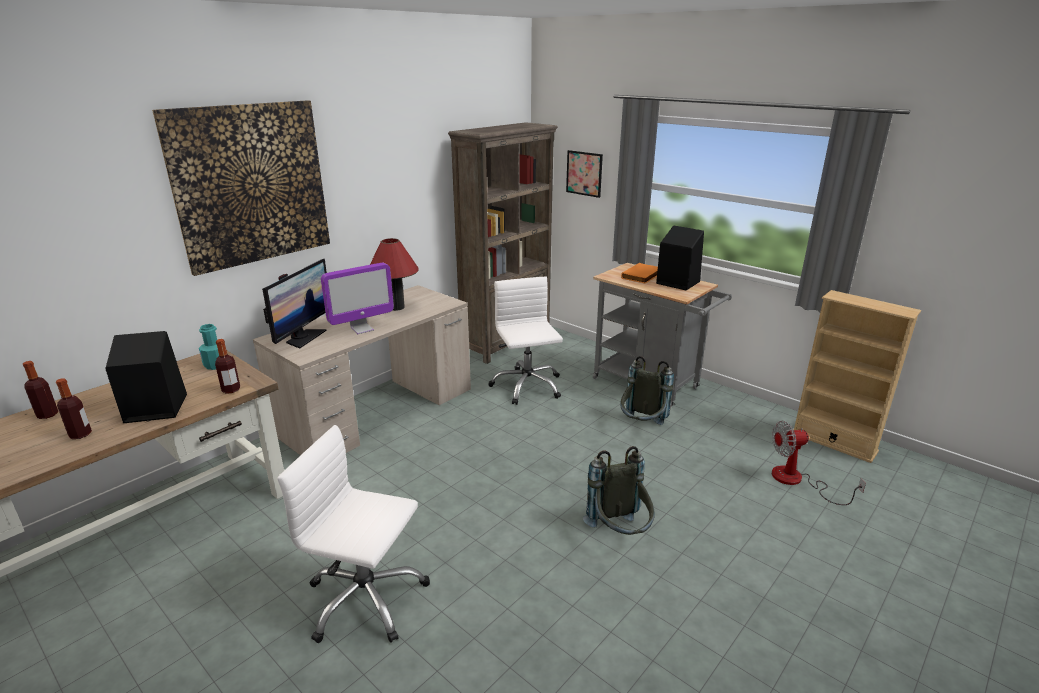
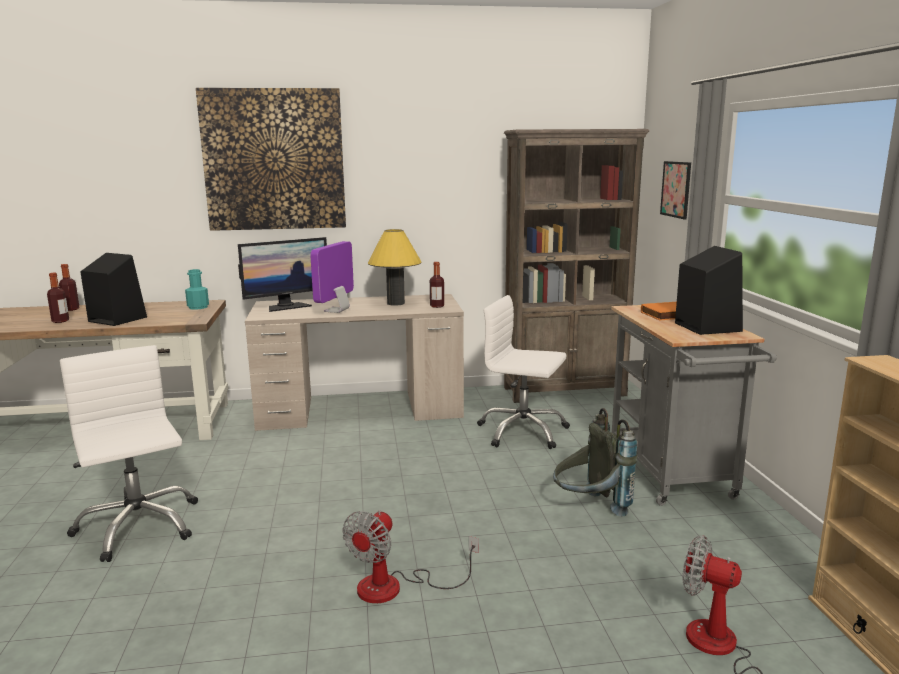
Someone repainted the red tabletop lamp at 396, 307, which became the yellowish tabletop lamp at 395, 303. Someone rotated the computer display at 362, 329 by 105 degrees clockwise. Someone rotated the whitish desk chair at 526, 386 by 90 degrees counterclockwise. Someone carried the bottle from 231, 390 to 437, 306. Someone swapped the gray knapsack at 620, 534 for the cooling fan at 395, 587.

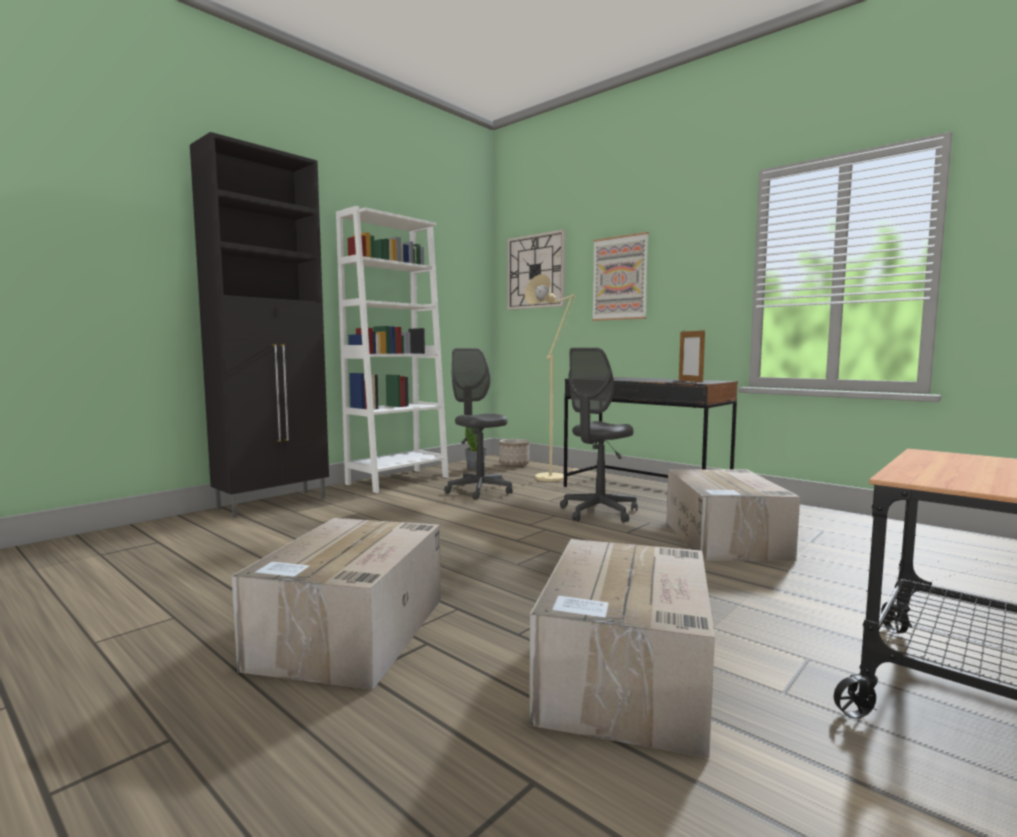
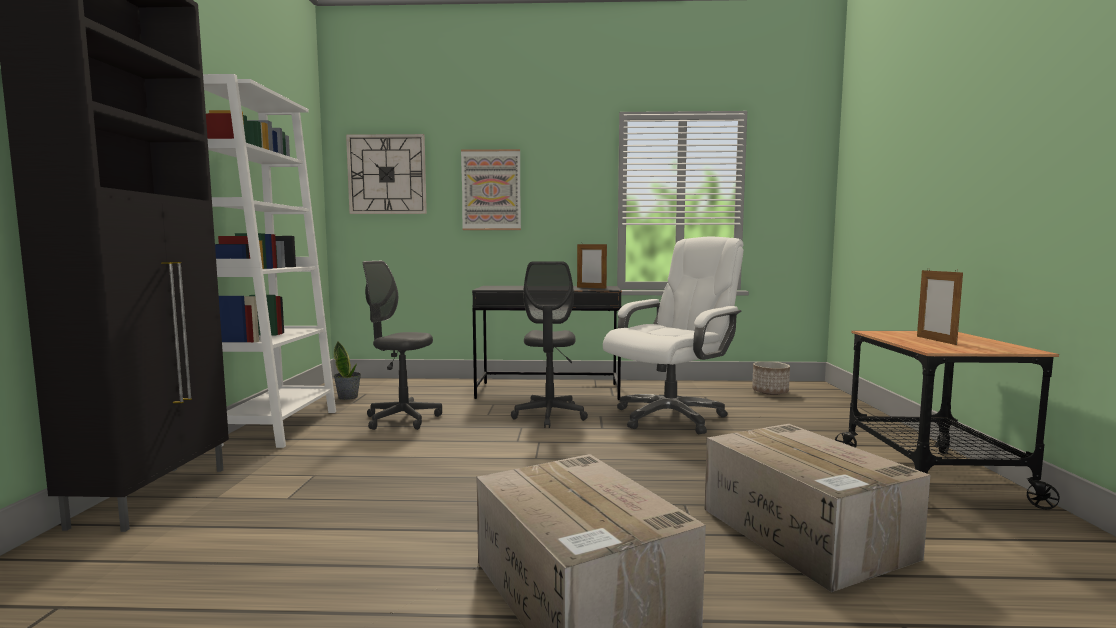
Someone took away the beige standard lamp at 553, 476. Someone carried the planter from 514, 465 to 770, 392. Someone swapped the carton at 725, 540 for the whitish desk chair at 670, 417. Someone put down the photo frame at 936, 340.

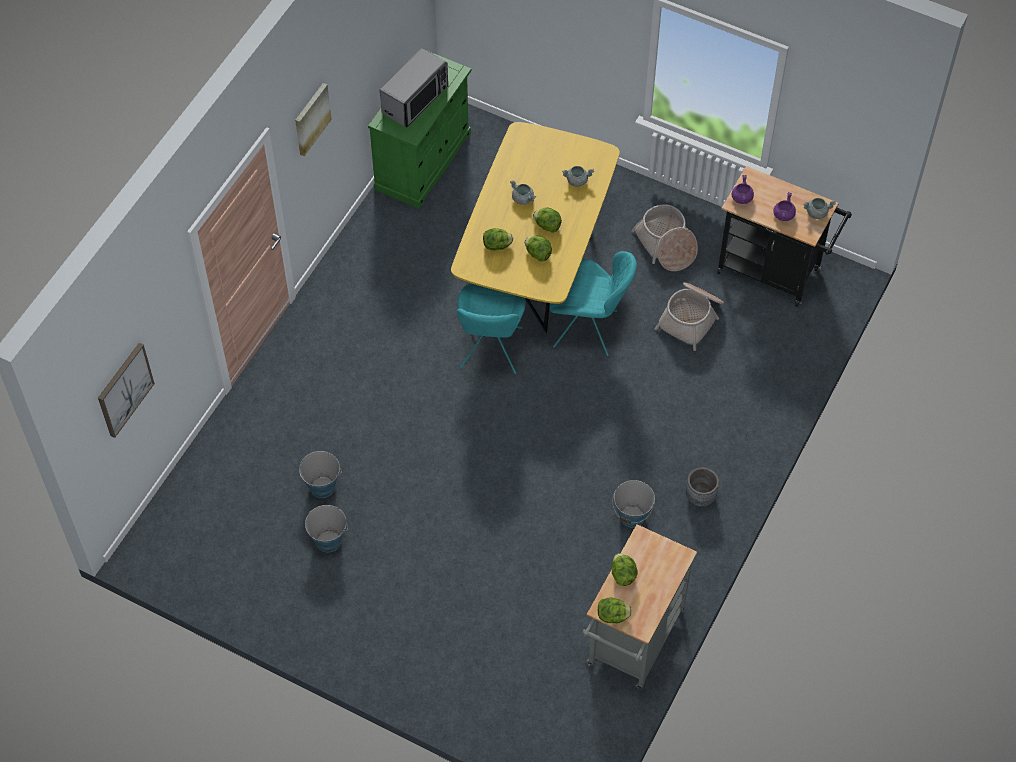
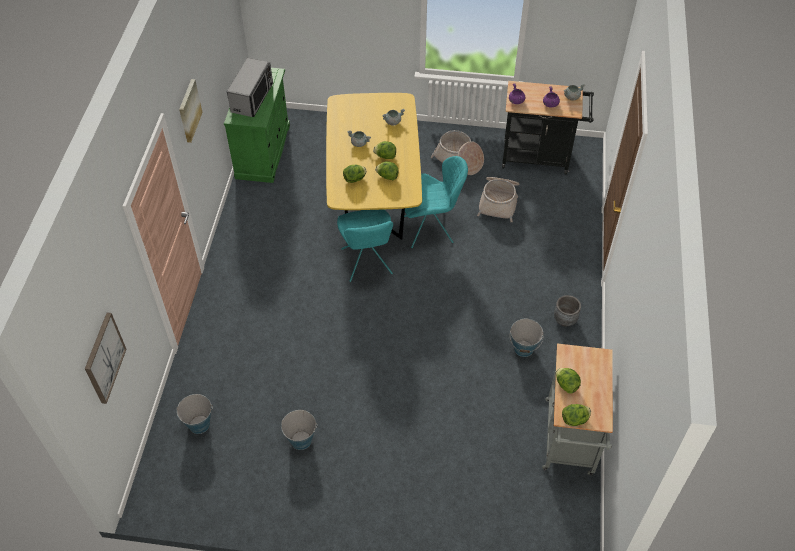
Someone carried the pail from 322, 487 to 199, 424.

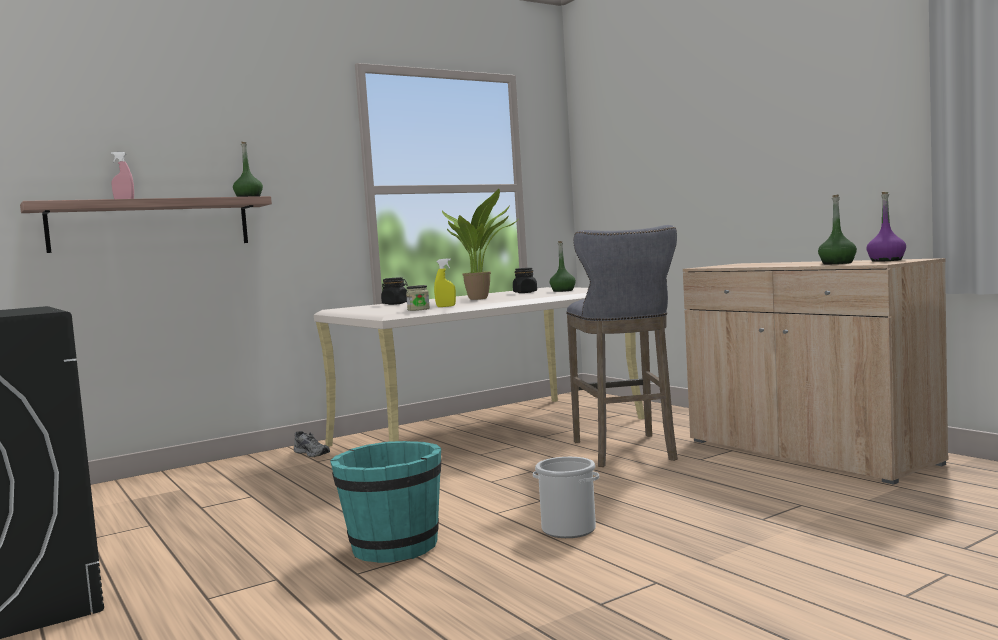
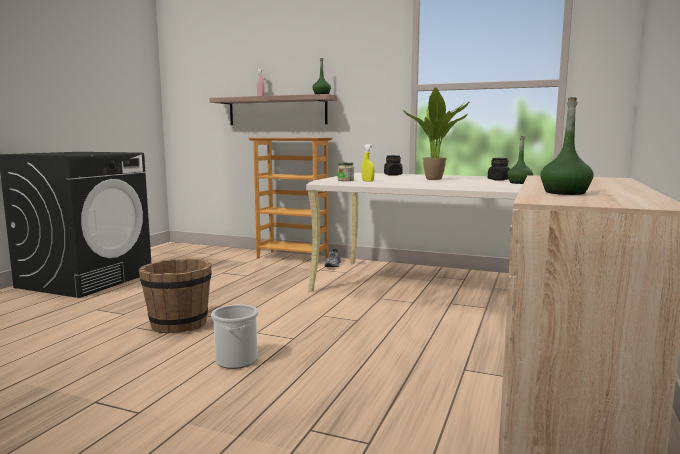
Someone took away the purple bottle at 886, 260. Someone took away the gray sitting stool at 626, 452. Someone repainted the turquoise-coloured pail at 393, 547, which became the brownish pail at 179, 324. Someone put down the bookshelf at 293, 257.

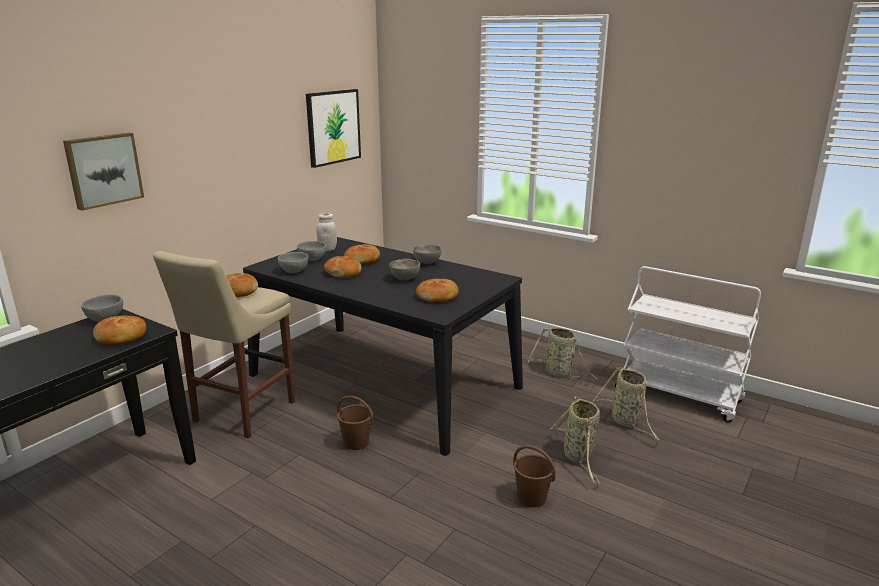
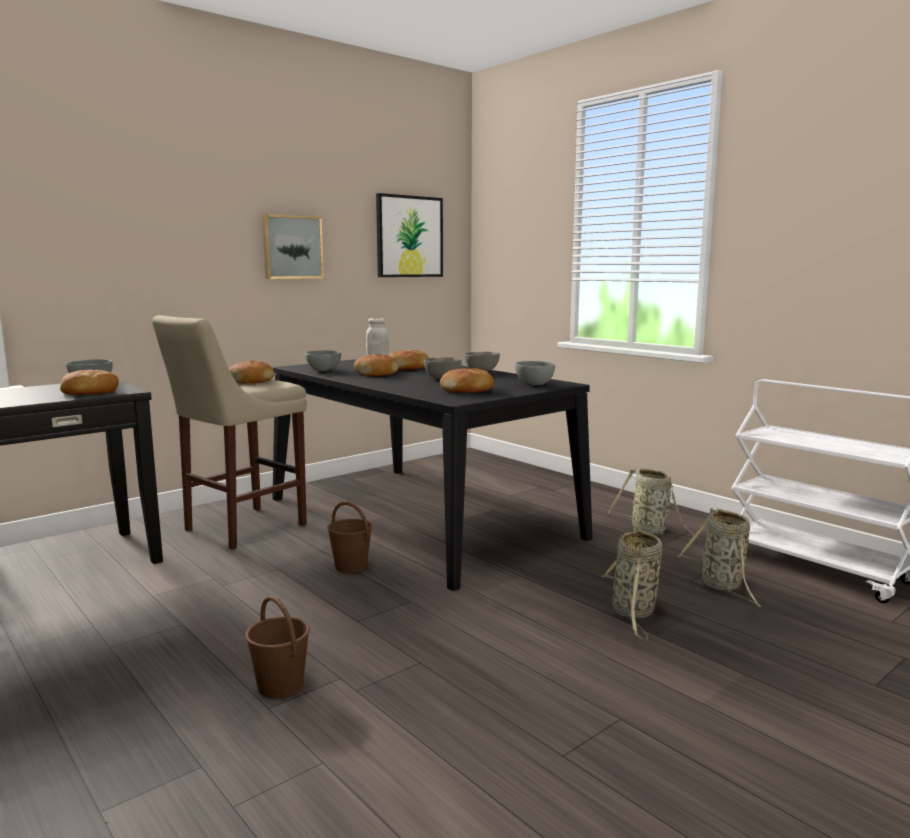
Someone carried the wall picture from 103, 170 to 292, 247. Someone carried the gray bowl from 312, 259 to 534, 384. Someone carried the brownish pail from 532, 498 to 281, 686.

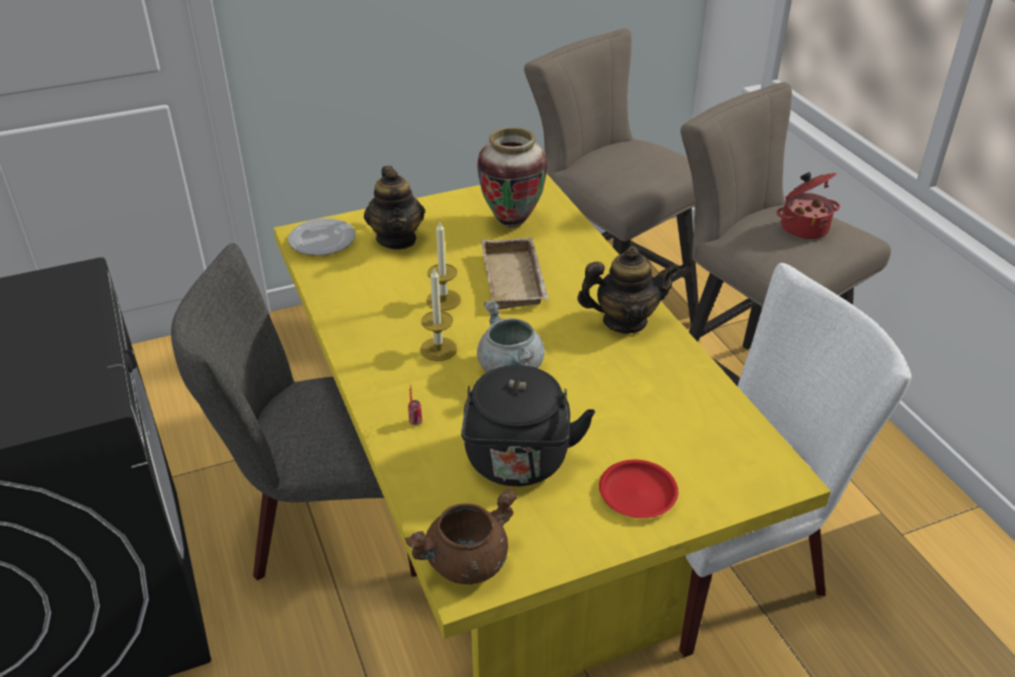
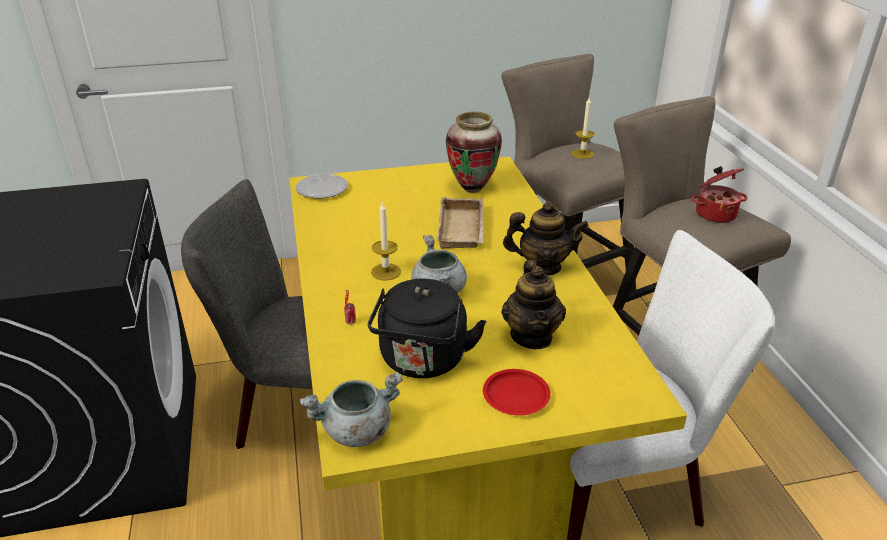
Someone carried the teapot from 397, 239 to 532, 336. Someone carried the wax candle from 443, 300 to 582, 154. Someone repainted the brownish saucepot at 466, 563, which became the gray saucepot at 356, 431.

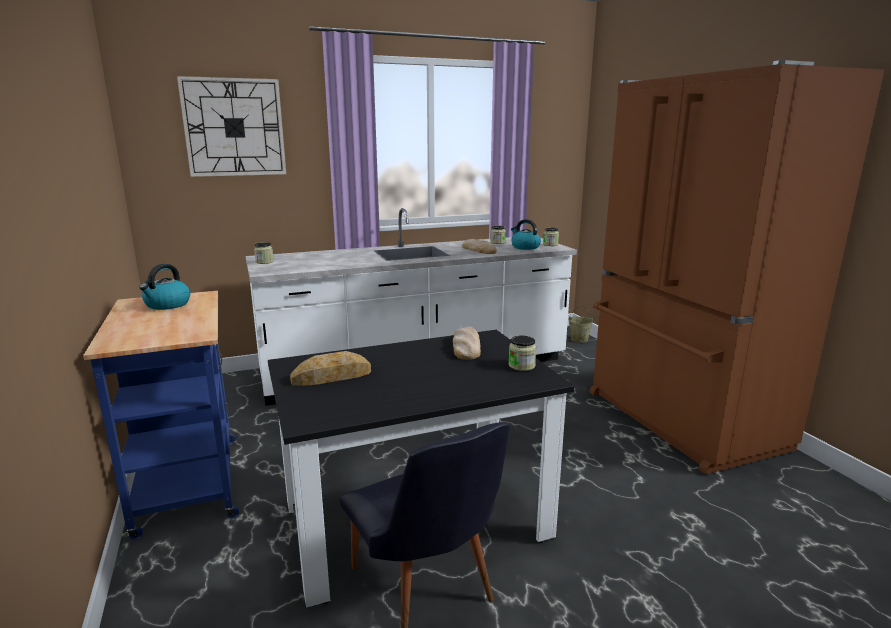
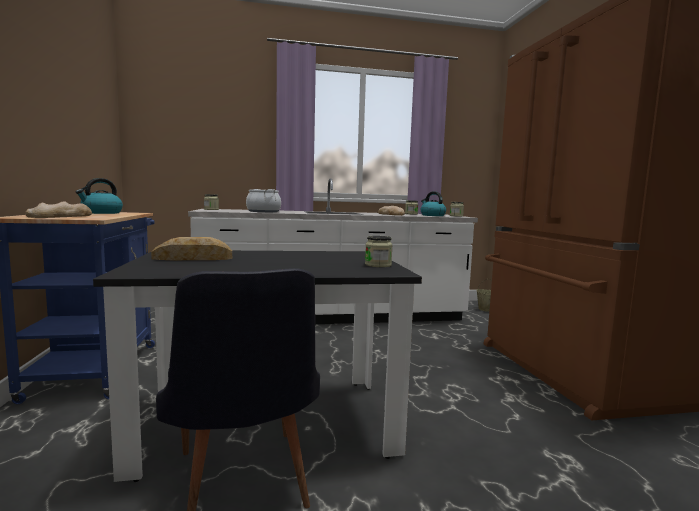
Someone took away the wall clock at 234, 127. Someone carried the bakery bread from 466, 347 to 61, 216. Someone put down the saucepot at 263, 211.

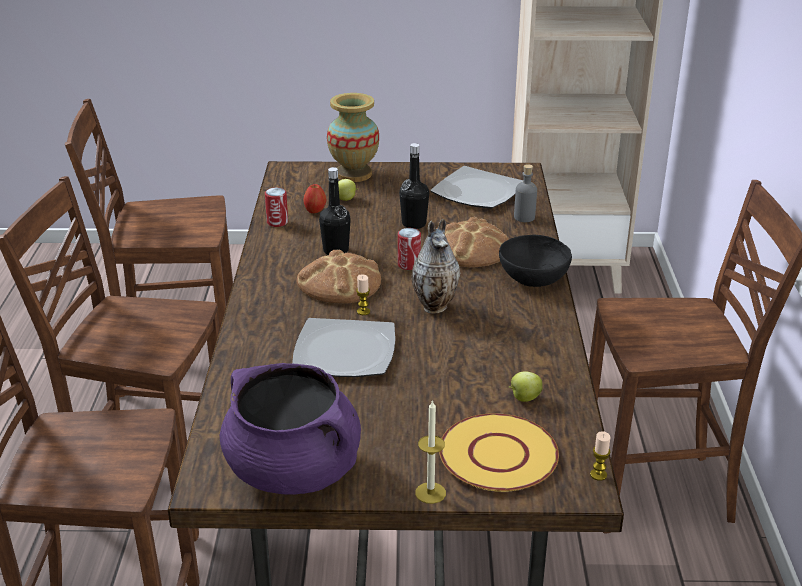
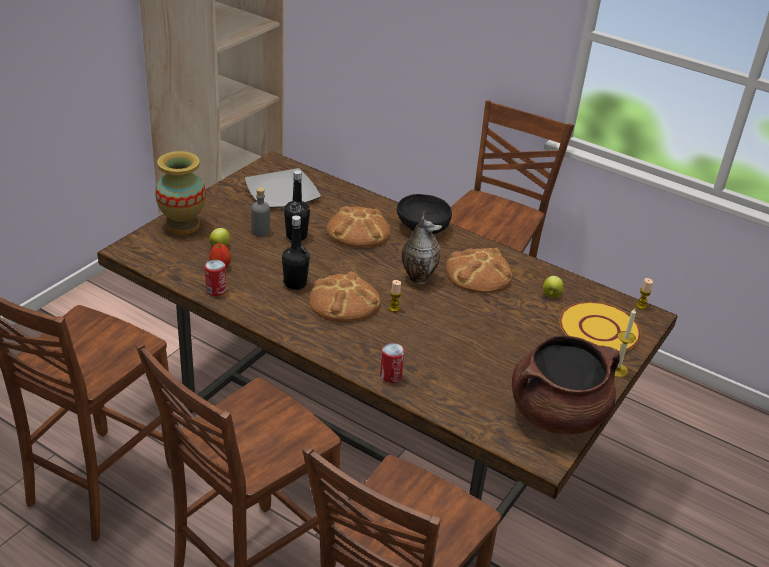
Someone carried the gray bottle from 524, 217 to 260, 231. Someone carried the sealed can from 409, 265 to 390, 376. Someone took away the dinner plate at 343, 352. Someone repainted the purple saucepot at 294, 471, which became the brownish saucepot at 557, 414. Someone put down the bakery bread at 478, 274.

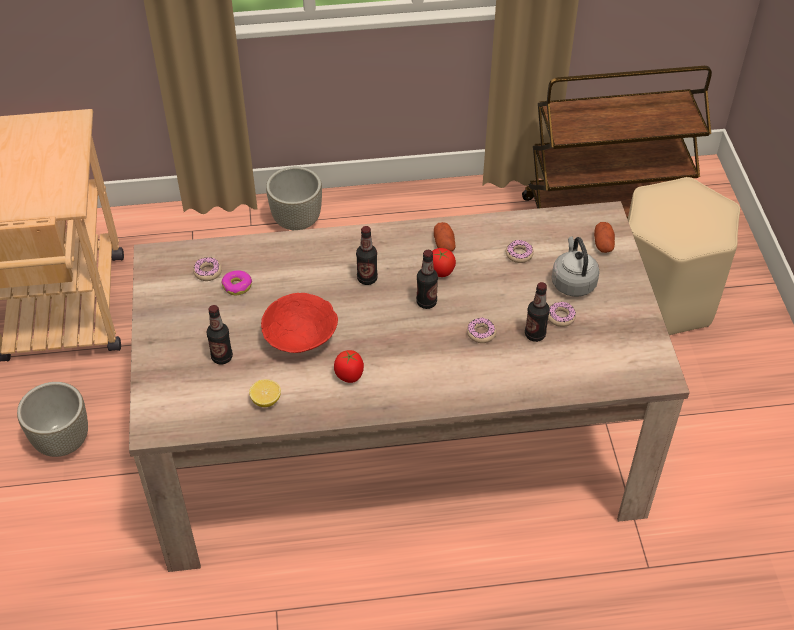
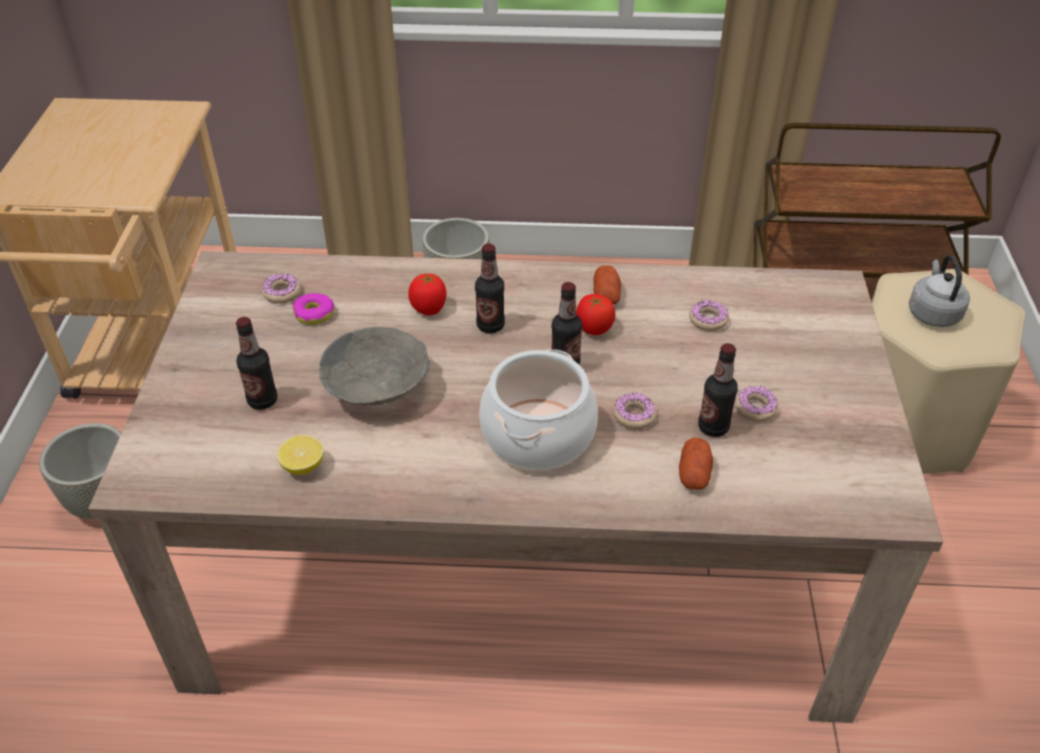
Someone carried the spud from 603, 244 to 694, 474. Someone carried the gray water kettle from 573, 282 to 932, 312. Someone repainted the red bowl at 301, 337, which became the gray bowl at 379, 388. Someone carried the whole tomato from 349, 375 to 429, 309. Someone put down the saucepot at 538, 435.

